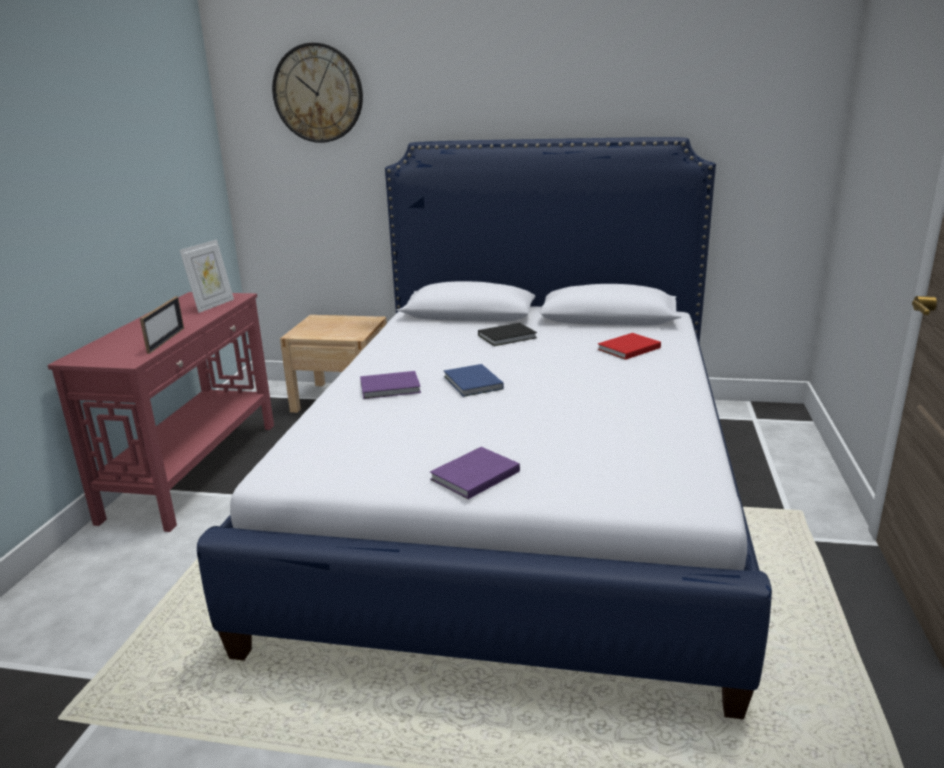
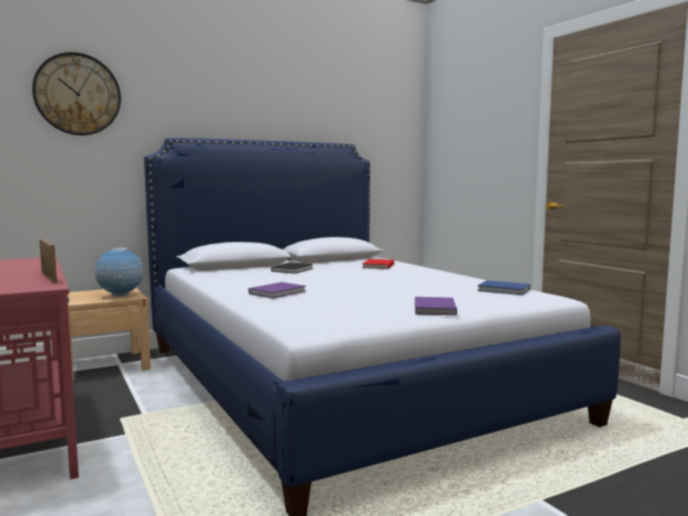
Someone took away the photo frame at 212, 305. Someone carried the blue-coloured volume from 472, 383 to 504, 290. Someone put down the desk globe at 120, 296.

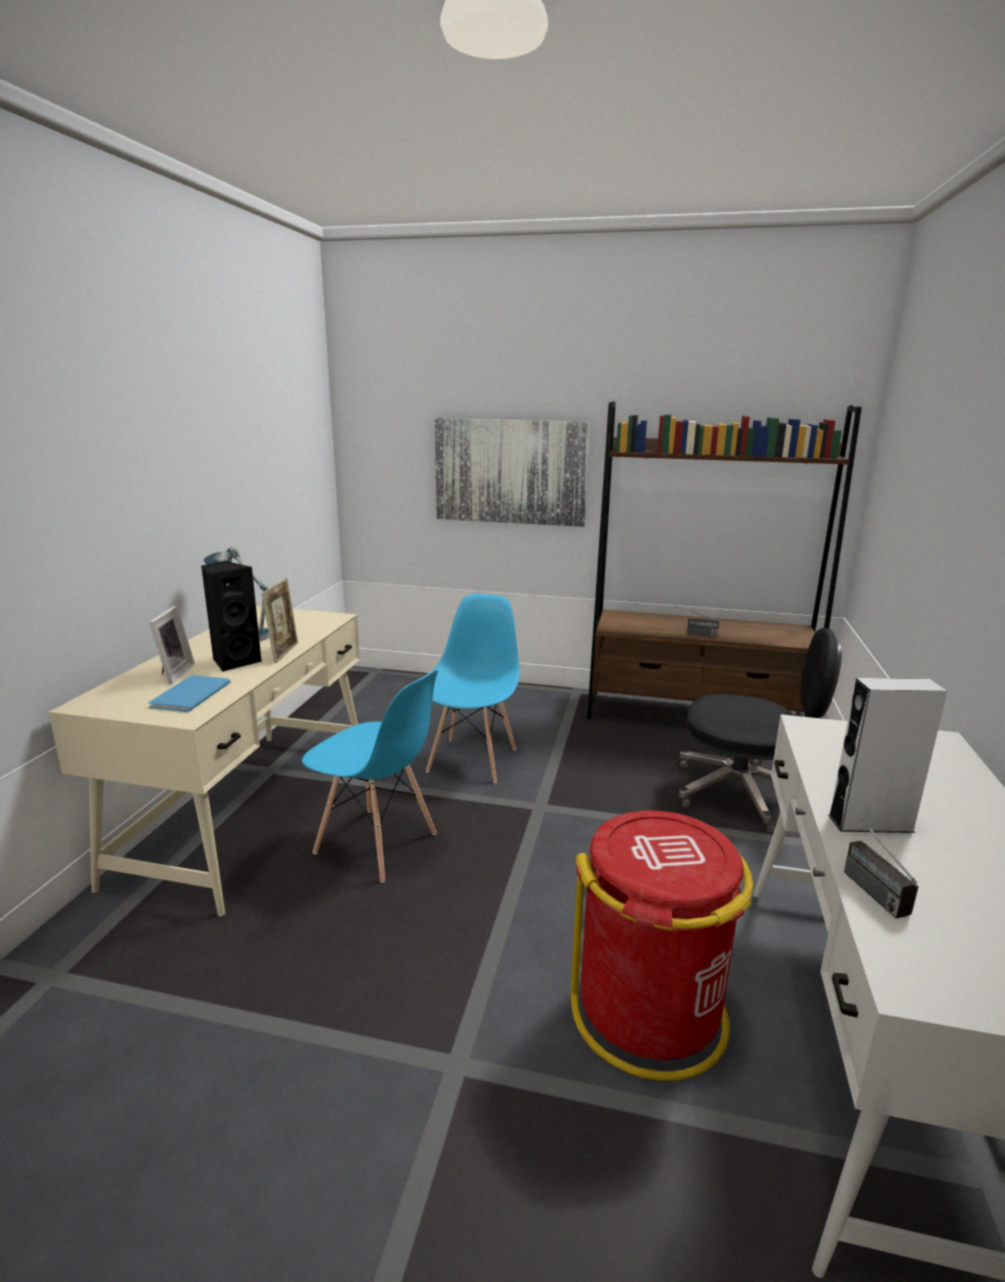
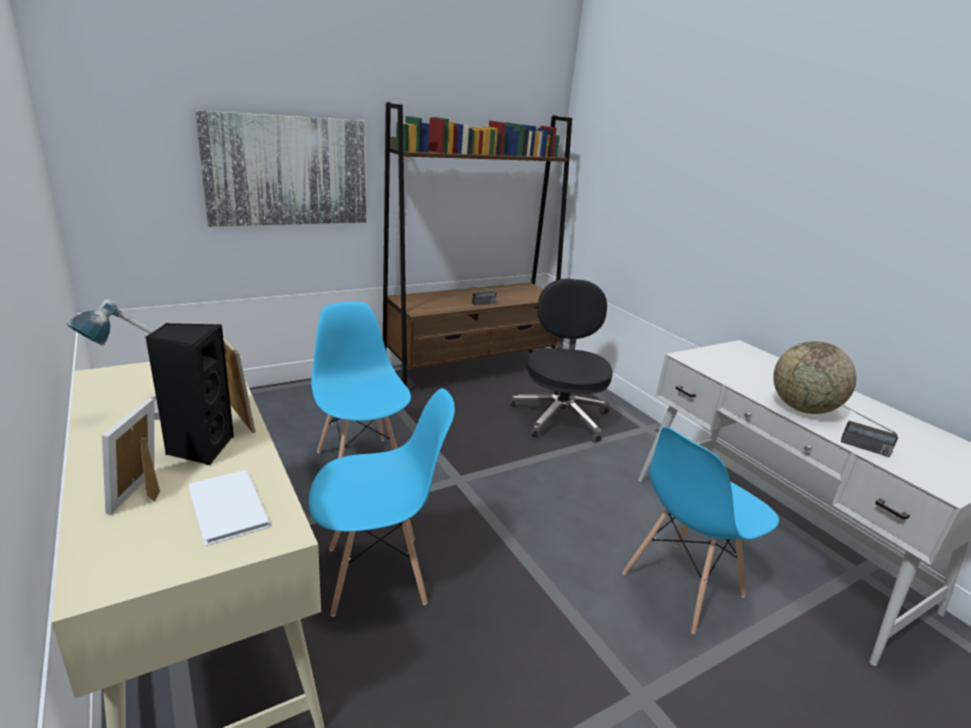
Someone rotated the photo frame at 172, 674 by 135 degrees counterclockwise. Someone rotated the black desk chair at 743, 793 by 60 degrees counterclockwise. Someone repainted the blue-coloured volume at 187, 695, which became the whitish volume at 225, 509. Someone swapped the gray audio speaker at 870, 823 for the desk globe at 802, 409. Someone swapped the red waste bin at 650, 1013 for the blue-coloured upright chair at 682, 585.

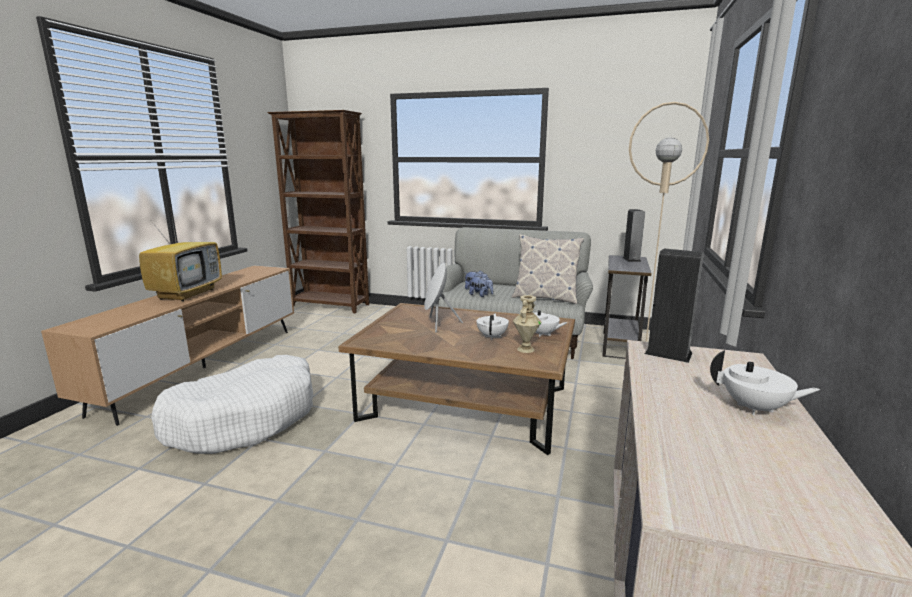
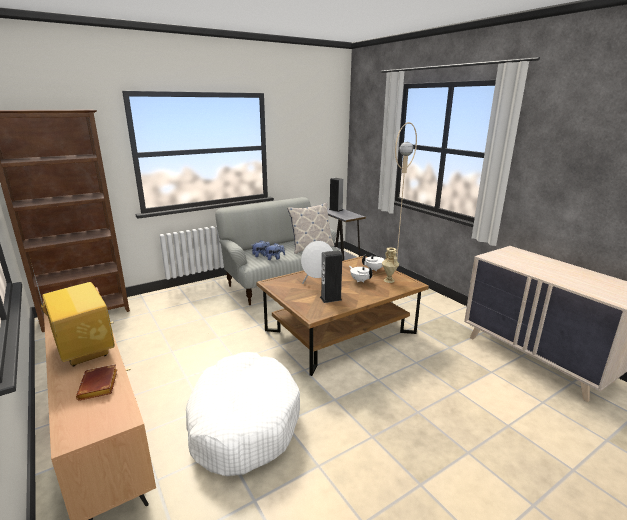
Someone carried the audio speaker from 668, 353 to 331, 298. Someone took away the whitish teapot at 755, 408. Someone put down the brownish volume at 100, 386.

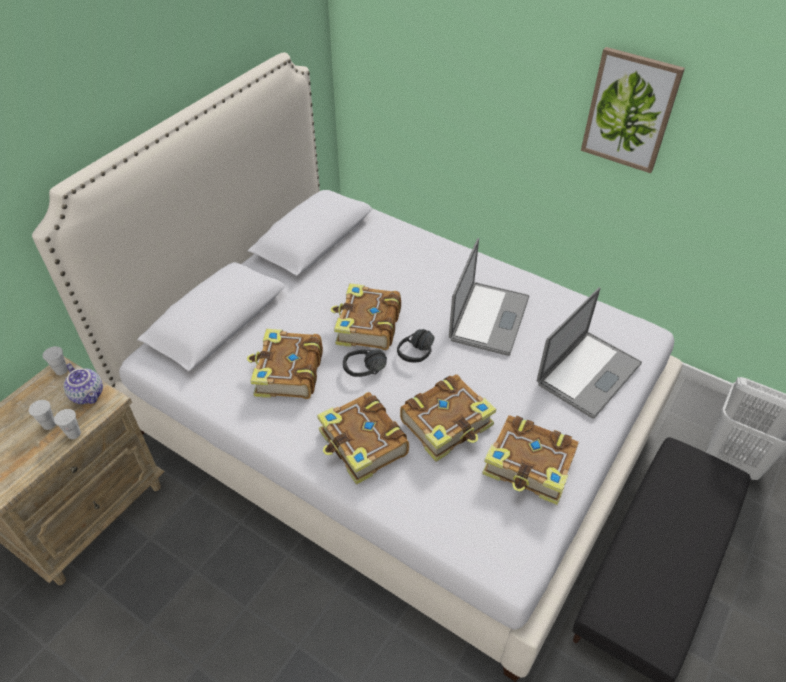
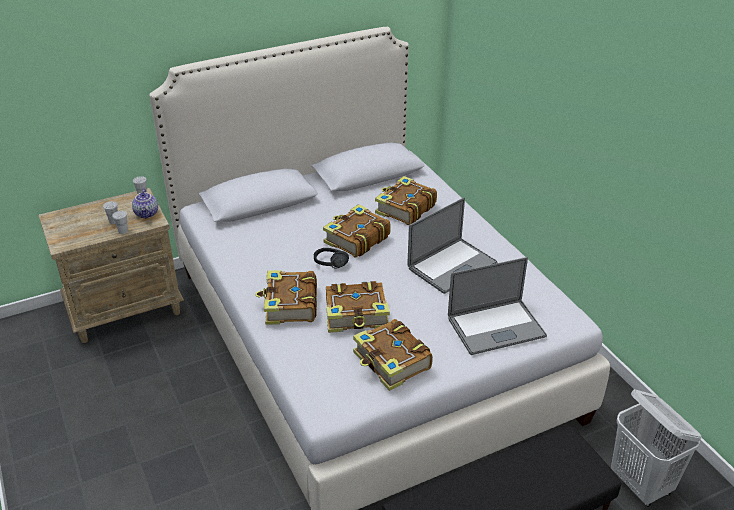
Someone took away the wall picture at 630, 110. Someone carried the volume from 287, 373 to 404, 209. Someone took away the black pair of headphones at 422, 355.

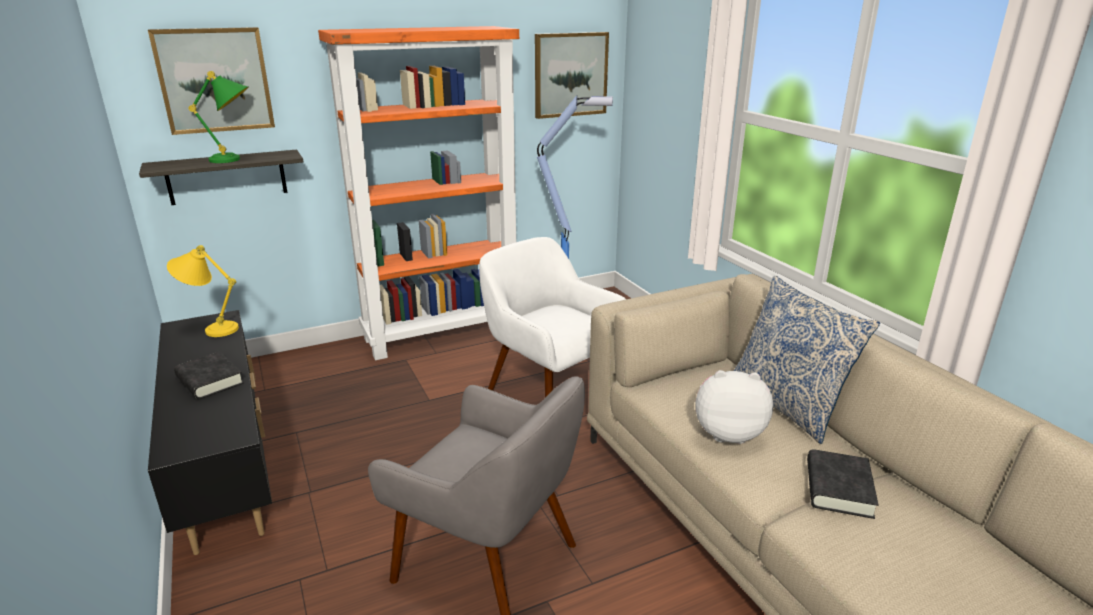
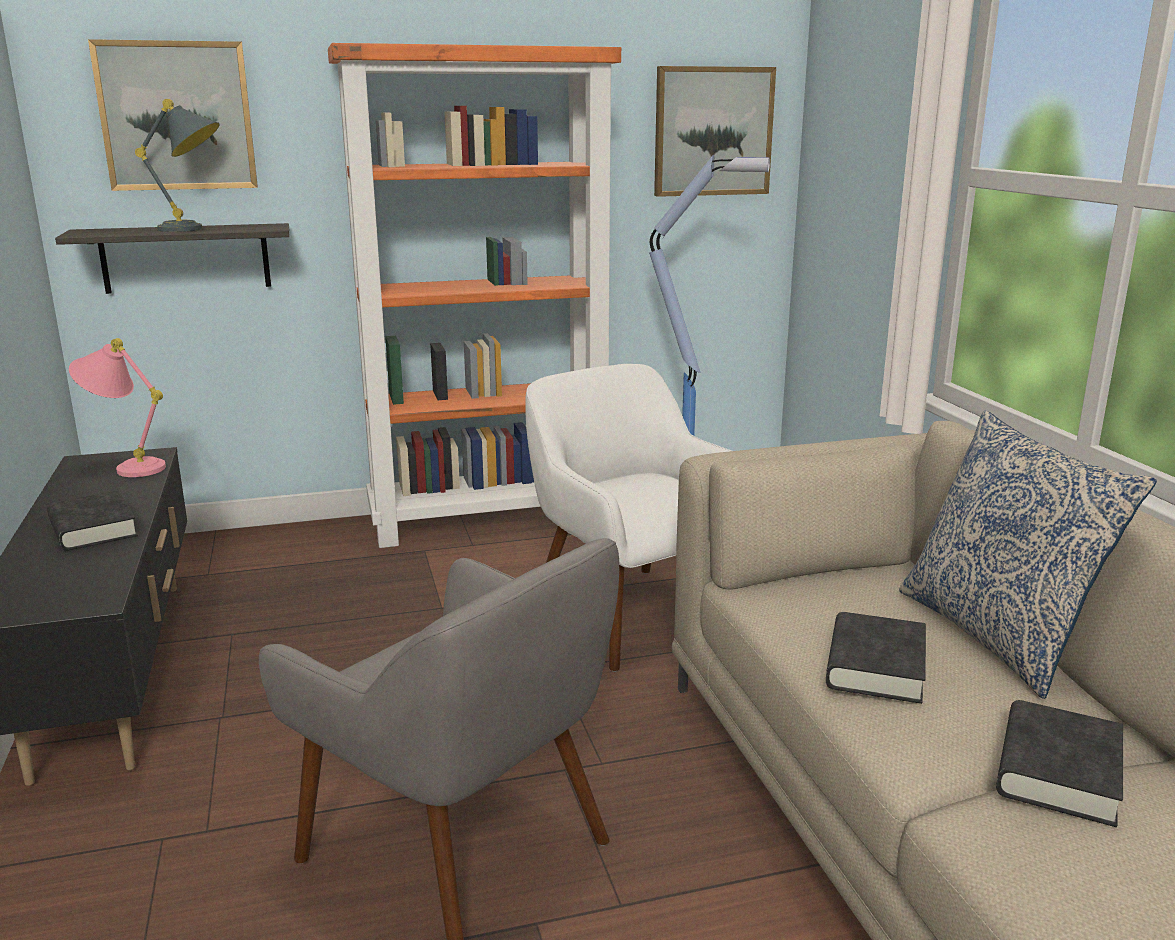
Someone repainted the green tabletop lamp at 236, 159, which became the gray tabletop lamp at 195, 229. Someone repainted the yellowish tabletop lamp at 211, 329, which became the pink tabletop lamp at 127, 467. Someone swapped the cuddly toy at 727, 433 for the black volume at 875, 666.

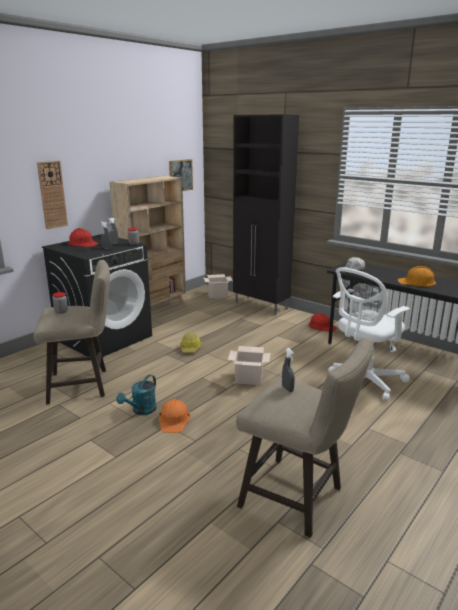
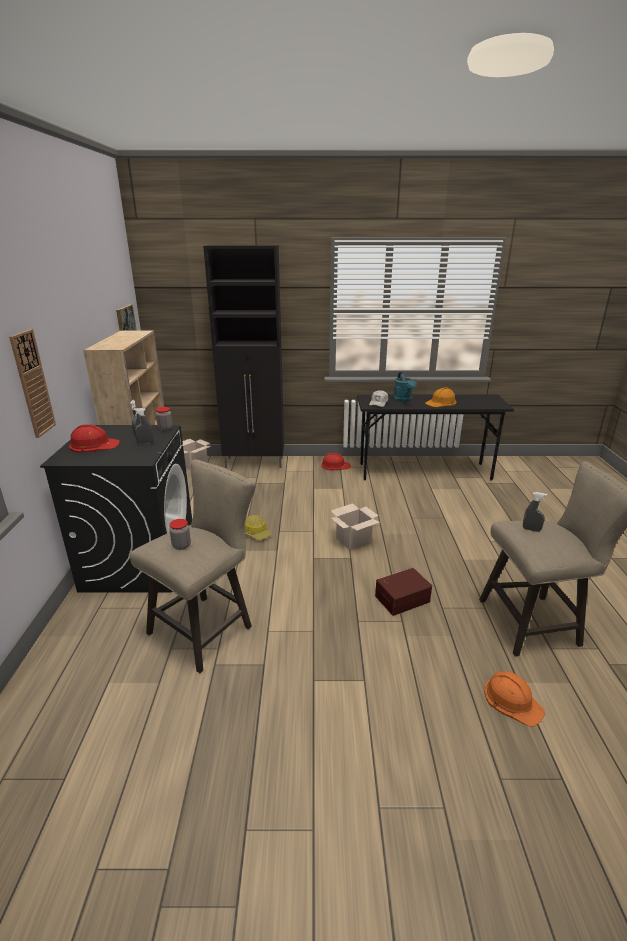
Someone took away the whitish desk chair at 363, 383. Someone carried the turquoise-coloured sprinkling can from 141, 411 to 403, 400. Someone carried the orange hard hat from 174, 419 to 512, 700. Someone put down the brownish storage box at 401, 598.

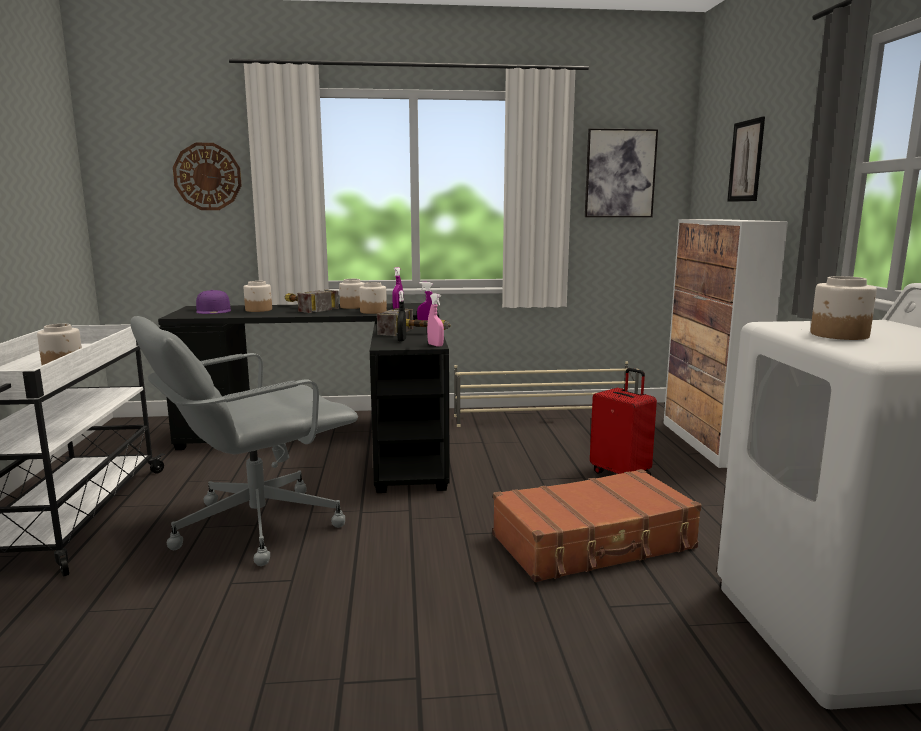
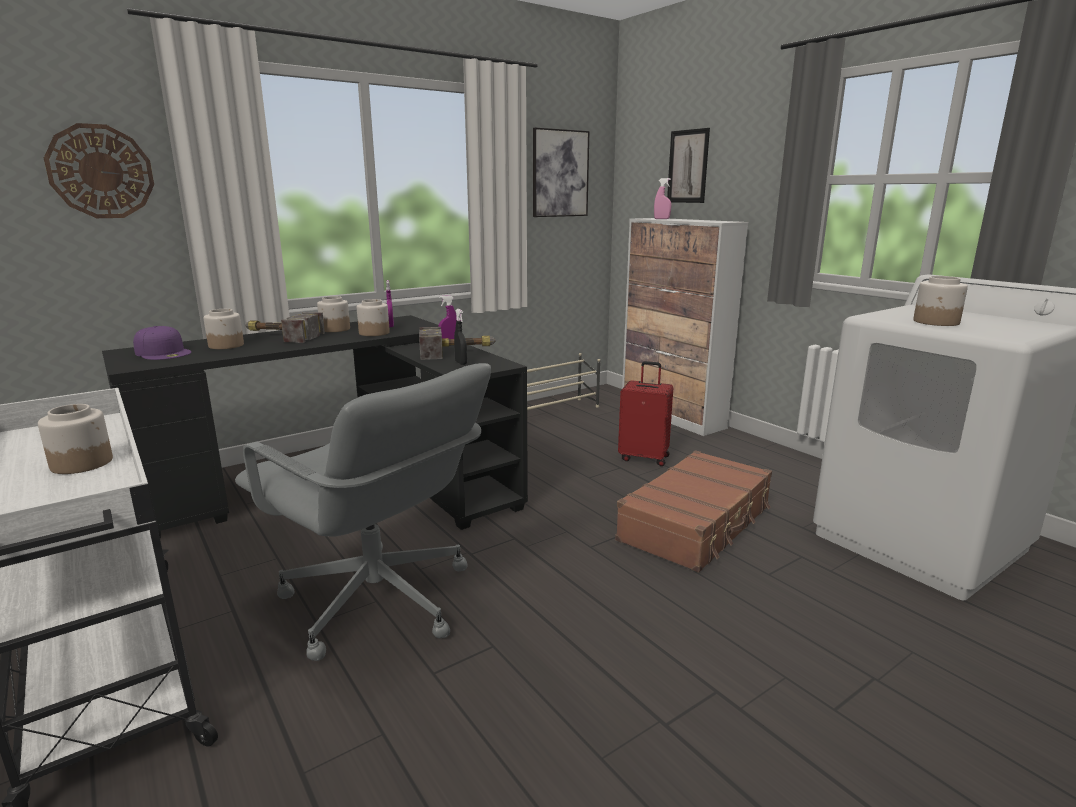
Someone carried the pink spray bottle from 435, 345 to 661, 219. Someone rotated the gray desk chair at 255, 525 by 75 degrees counterclockwise.

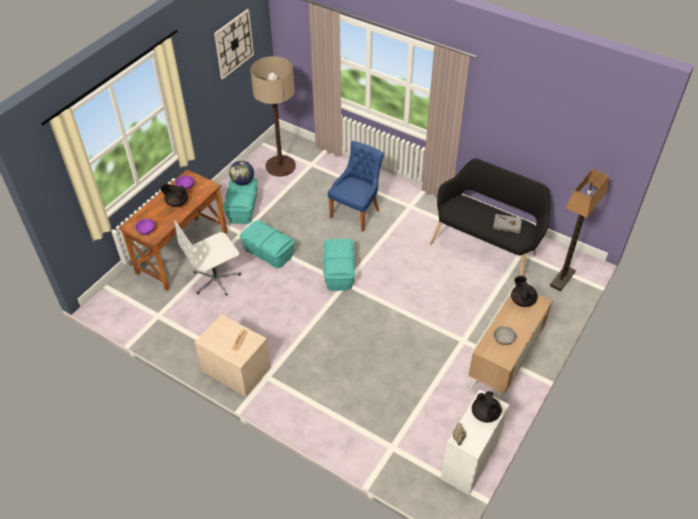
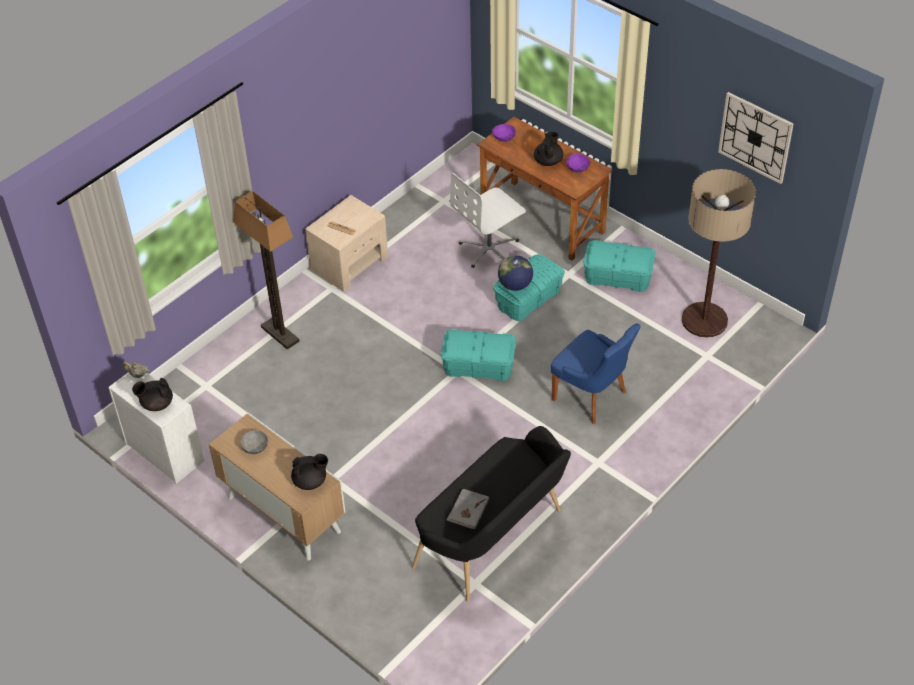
Someone carried the desk globe from 243, 182 to 515, 285. Someone carried the standard lamp from 562, 279 to 279, 334. Someone rotated the whitish desk chair at 216, 279 by 105 degrees counterclockwise.

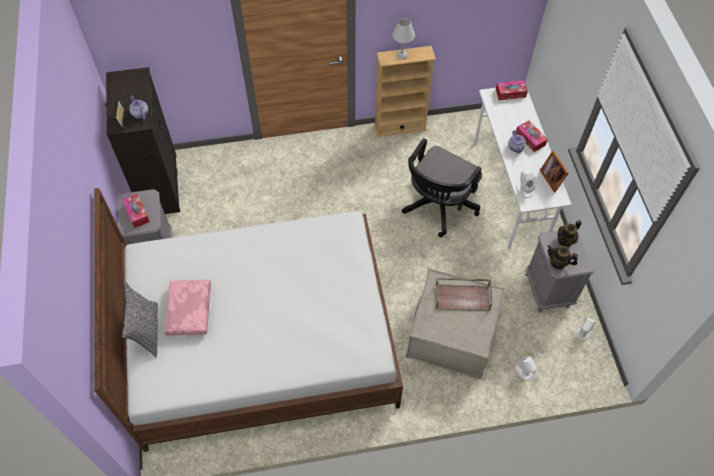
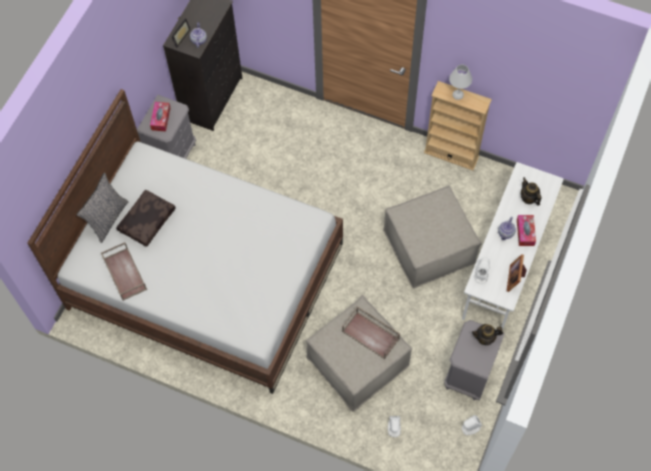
Someone took away the tissue holder at 510, 93. Someone swapped the black desk chair at 437, 207 for the beige footrest at 429, 247. Someone carried the teapot from 558, 263 to 528, 198. Someone repainted the pink cushion at 188, 310, which became the brownish cushion at 146, 220. Someone put down the brownish tray at 124, 274.

